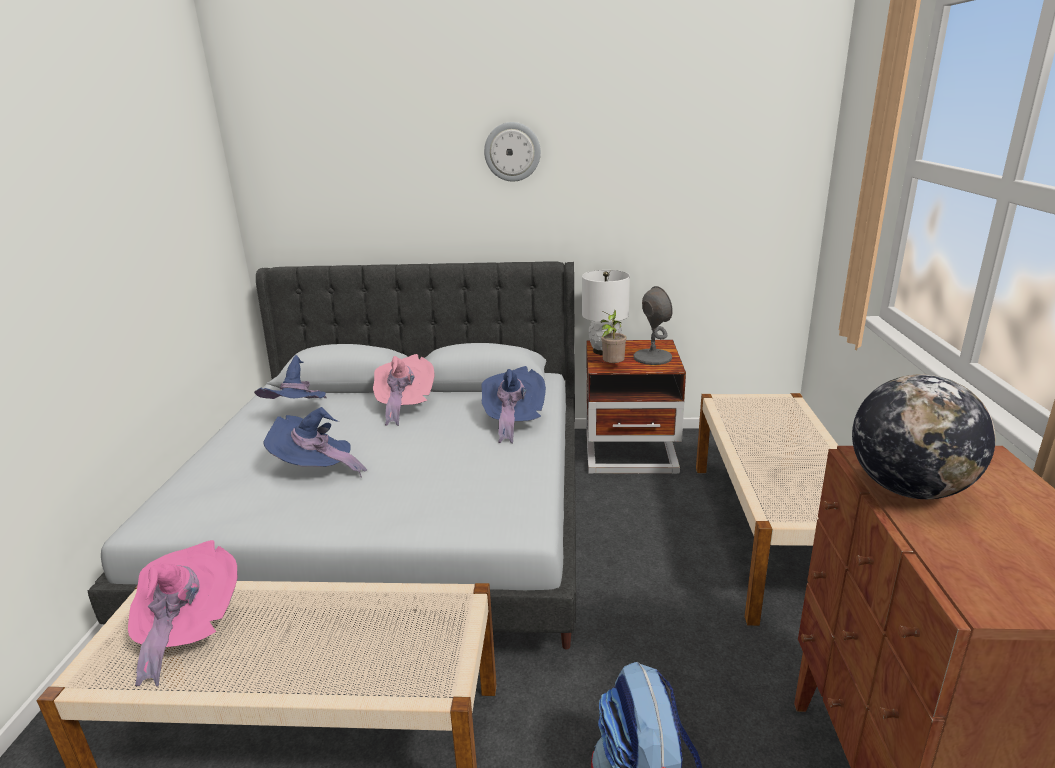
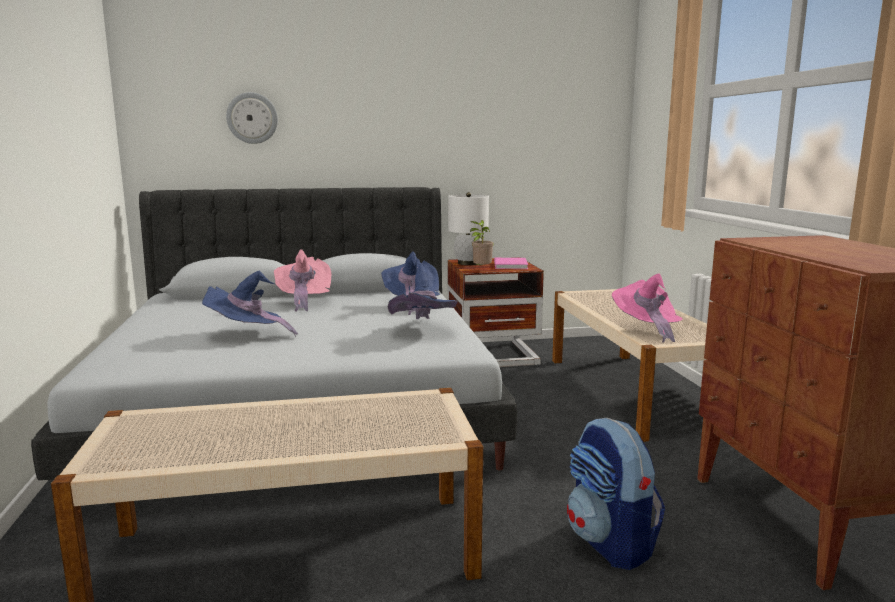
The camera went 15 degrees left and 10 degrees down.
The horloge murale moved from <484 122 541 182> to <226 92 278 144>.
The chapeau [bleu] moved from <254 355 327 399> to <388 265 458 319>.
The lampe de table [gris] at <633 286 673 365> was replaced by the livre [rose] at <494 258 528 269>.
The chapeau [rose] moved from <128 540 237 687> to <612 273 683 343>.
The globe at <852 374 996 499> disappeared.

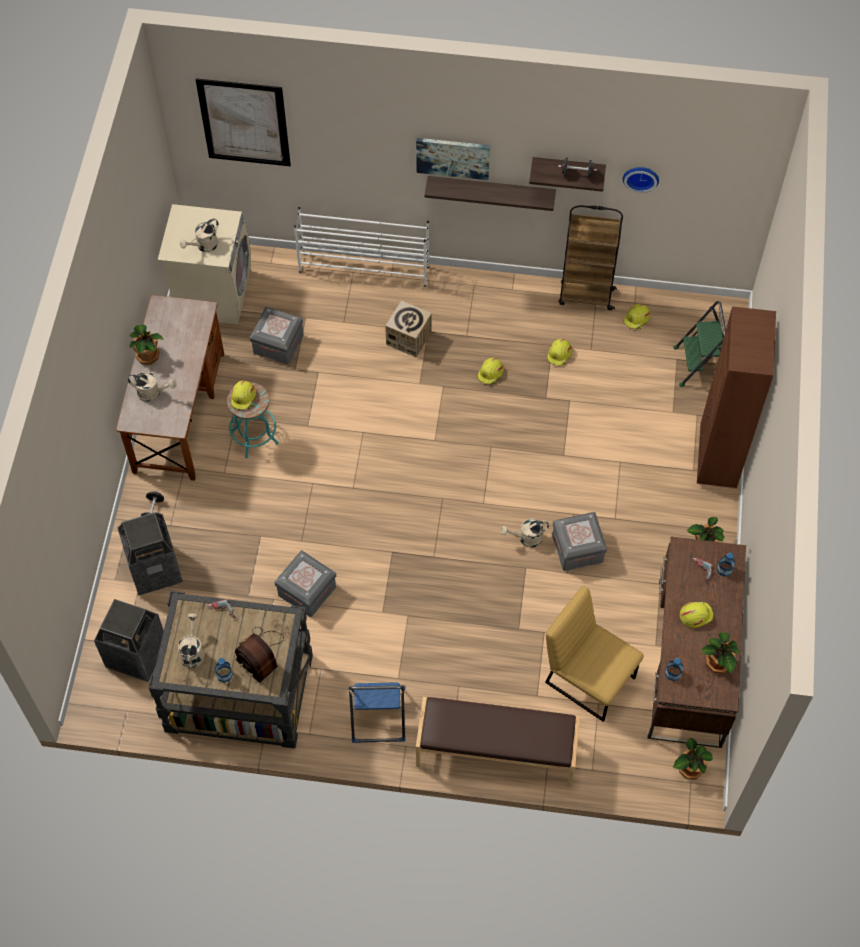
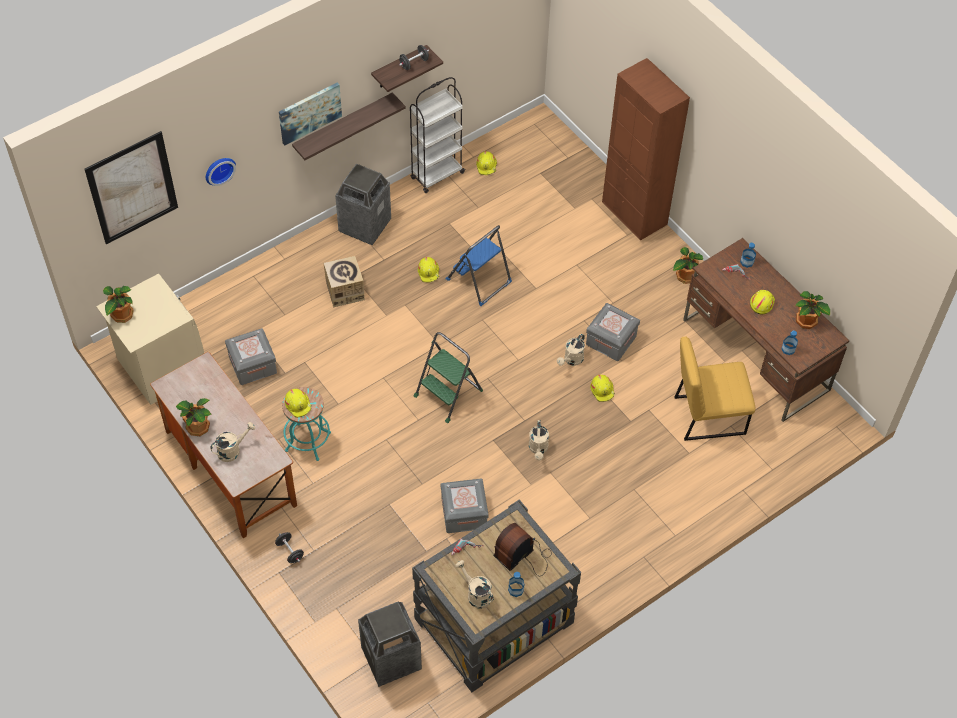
The camera went 45 degrees left and 5 degrees down.
The plante en pot moved from <673 738 713 779> to <103 286 134 323>.
The horloge murale moved from <623 167 659 193> to <206 158 236 186>.
The poubelle moved from <117 512 183 595> to <335 164 391 245>.
The chariot [marron] at <558 206 623 311> became the chariot [blanc] at <409 77 466 193>.
The escabeau [vert] moved from <673 301 726 387> to <413 332 483 423>.
The escabeau [bleu] moved from <348 683 406 743> to <445 225 512 306>.
The radio at <235 627 284 683> turned 135 degrees clockwise.
The arrosoir [beige] moved from <180 218 218 252> to <529 420 549 460>.
The casque de chantier [jaune] moved from <547 339 572 365> to <591 375 615 402>.
The étagère à chaussures [blanc] at <294 207 429 286> disappeared.
The banc [marron] at <416 697 580 787> disappeared.

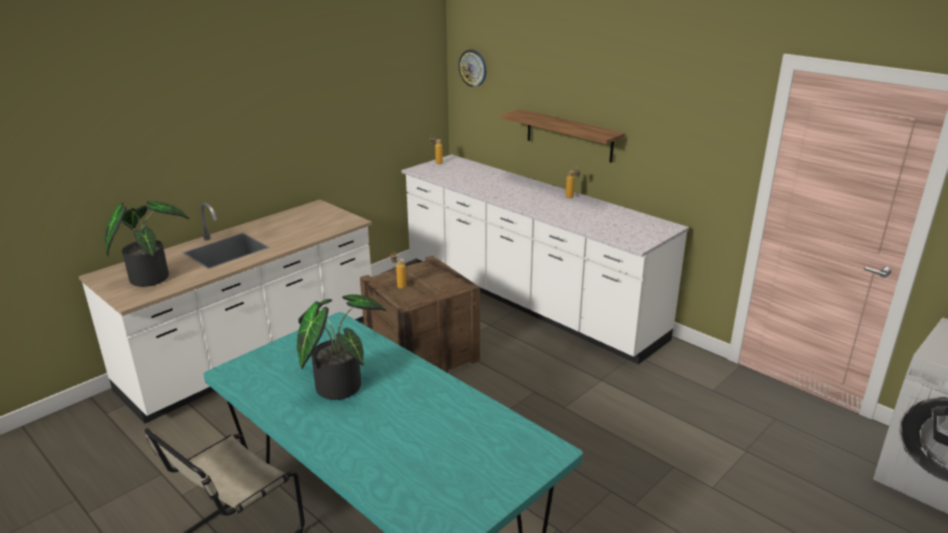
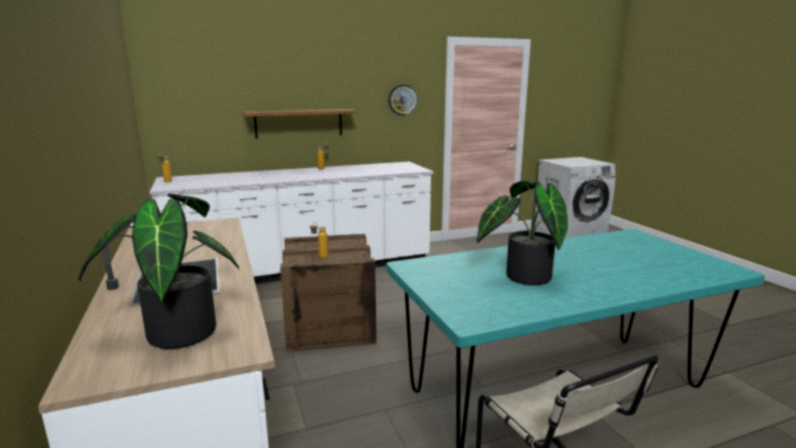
The camera went 65 degrees left and 10 degrees down.
The horloge murale moved from <458 49 487 87> to <388 84 417 116>.

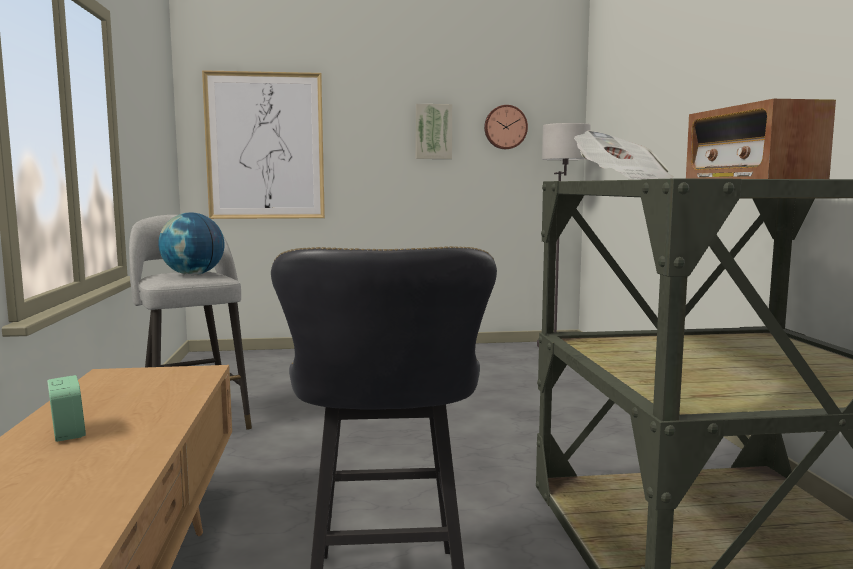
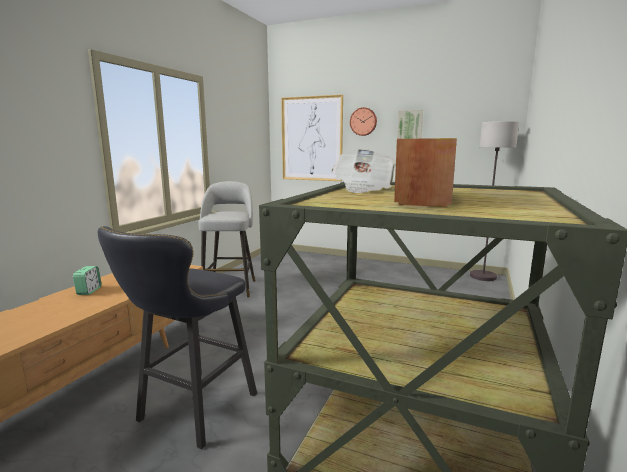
The camera went 30 degrees right and 5 degrees up.
The horloge murale moved from <484 105 528 149> to <350 107 377 136>.
The globe at <159 212 225 275> disappeared.

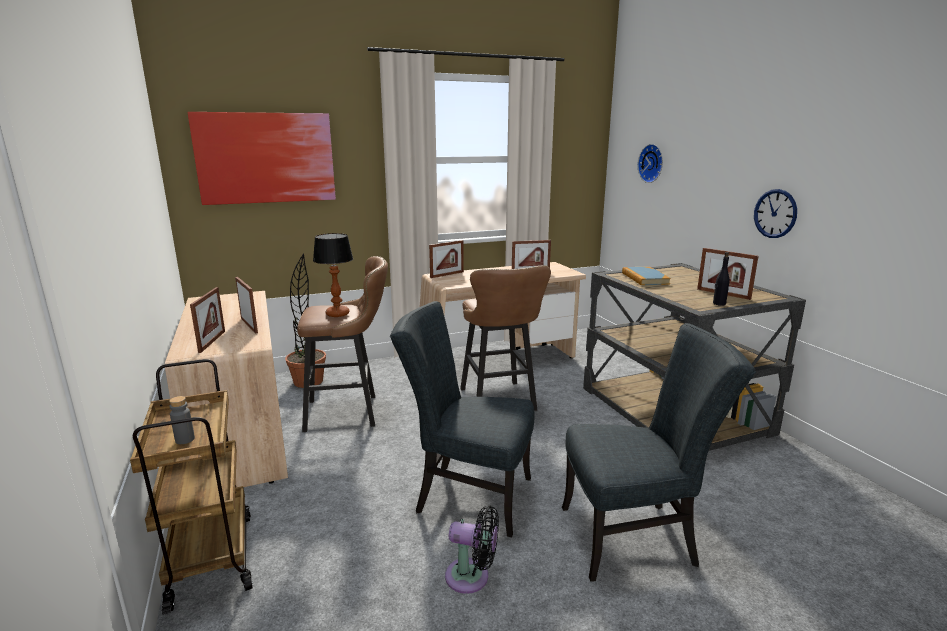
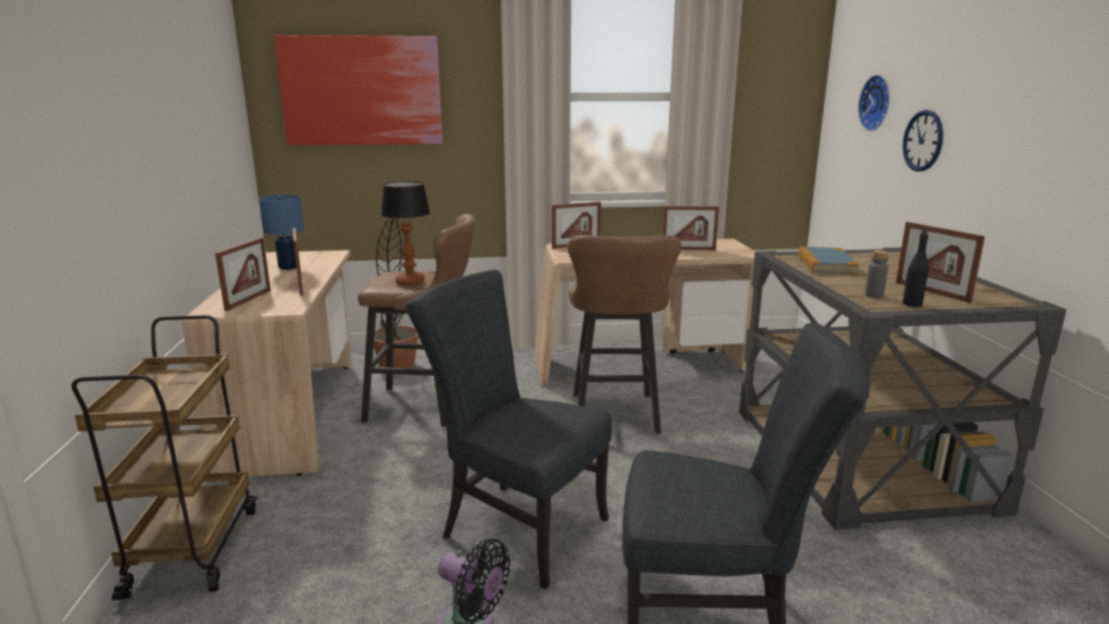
The camera went 15 degrees right and 0 degrees up.
The lampe de table [bleu] at <259 195 304 270> appeared.
The bouteille [gris] moved from <169 396 195 444> to <865 250 889 298>.
The horloge murale moved from <754 189 797 238> to <903 110 943 172>.

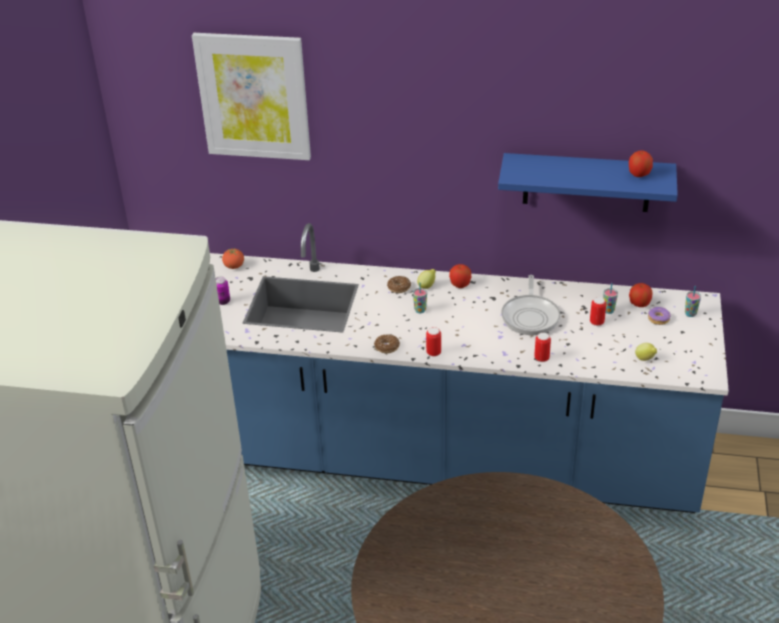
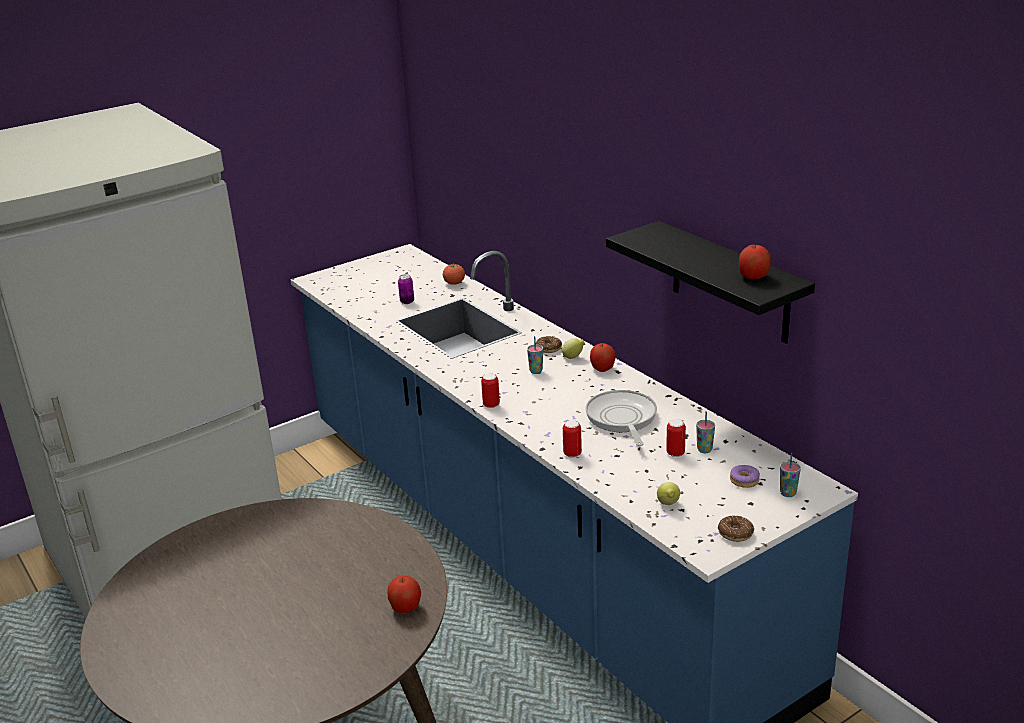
The camera went 45 degrees right and 10 degrees down.
The pomme moved from <629 283 653 307> to <388 576 421 613>.
The poêle at <501 275 560 335> turned 120 degrees clockwise.
The étagère [bleu] at <498 153 678 212> became the étagère [noir] at <606 221 815 344>.
The beignet moved from <374 334 400 353> to <718 516 754 542>.
The tableau at <192 33 311 160> disappeared.

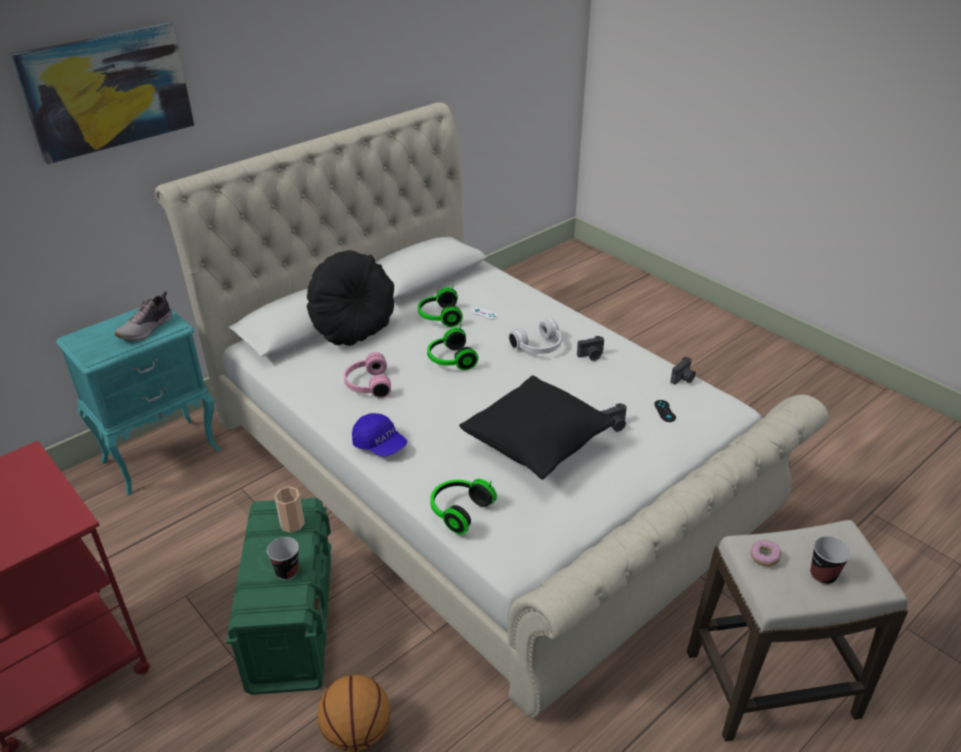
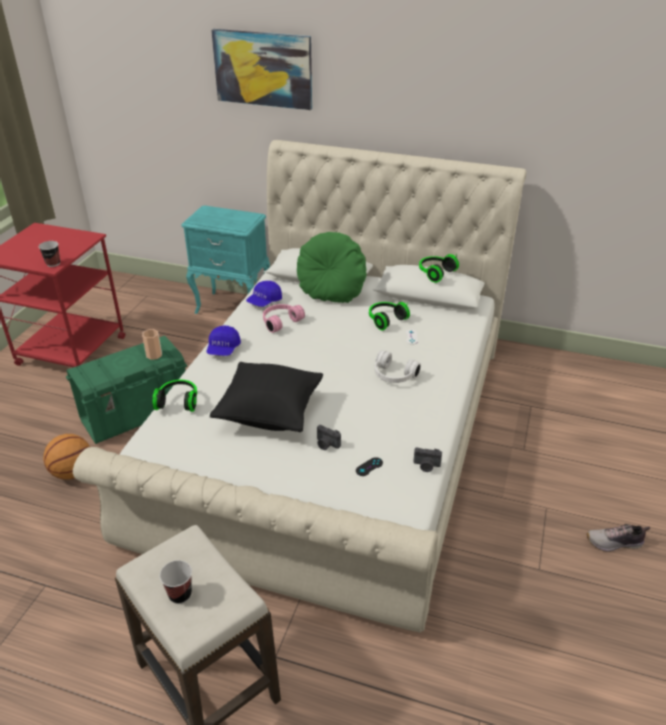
The camera went 60 degrees right and 0 degrees up.
The tasse moved from <267 537 299 580> to <39 241 60 267>.
The casquette [bleu] at <246 281 282 307> appeared.
The coussin [noir] at <307 250 394 346> became the coussin [vert] at <297 232 367 303>.
The casque audio moved from <427 324 478 370> to <419 254 459 283>.
The chaussure moved from <115 291 173 341> to <587 524 650 552>.
The appareil photo at <577 336 604 361> disappeared.
The beignet at <750 540 781 566> disappeared.

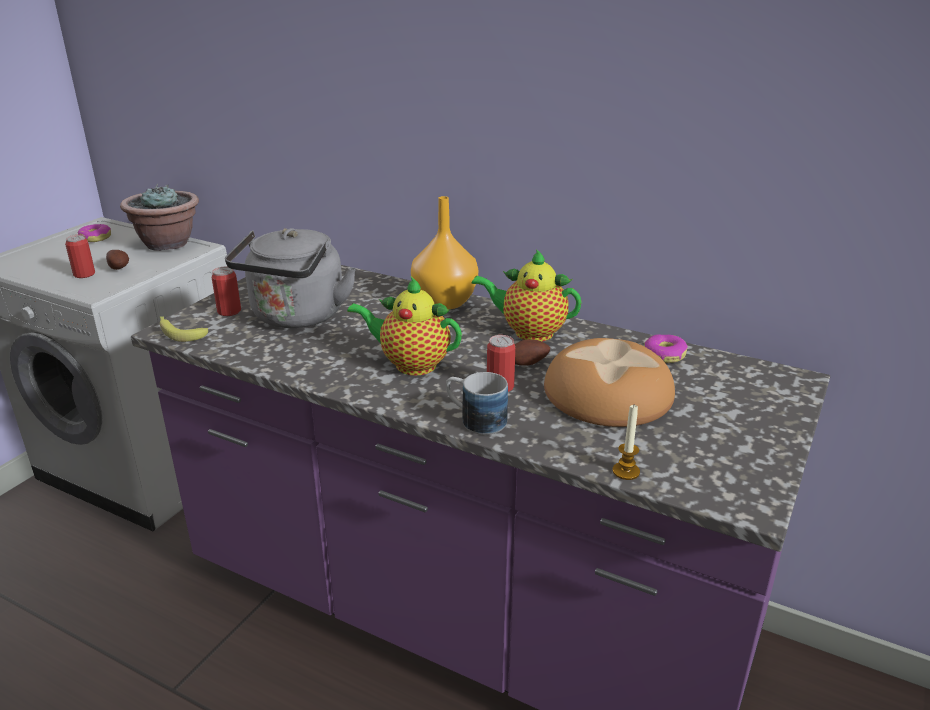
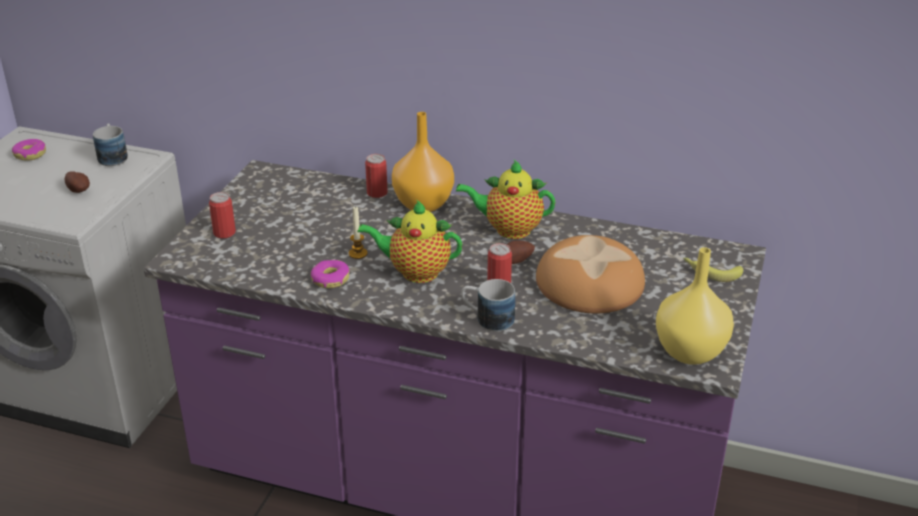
The camera went 10 degrees left and 5 degrees up.
The plante en pot at <120 184 199 251> was replaced by the mug at <93 123 128 166>.
The beignet moved from <644 334 688 363> to <311 260 350 288>.
The bougie moved from <612 405 640 480> to <349 207 368 259>.
The boîte métallique moved from <65 235 95 278> to <365 154 388 198>.
The vase [jaune] at <656 247 734 365> appeared.
The banane moved from <160 316 208 342> to <683 258 743 282>.
The bouilloire [gris] at <225 228 356 328> disappeared.

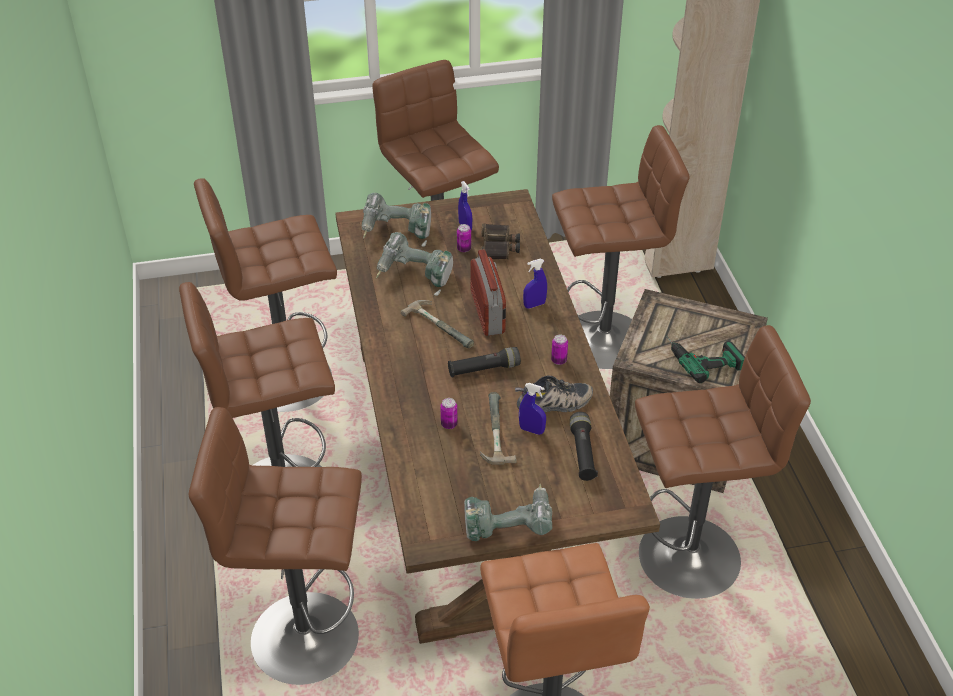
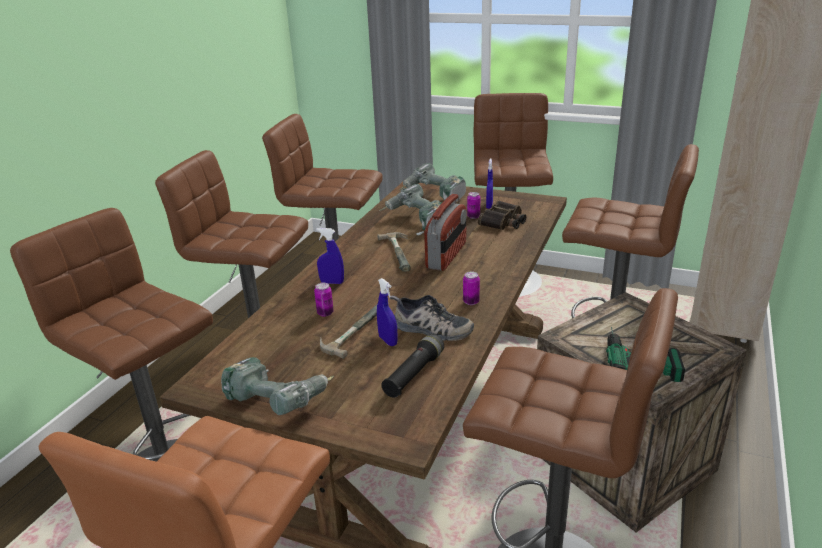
The camera went 35 degrees right and 15 degrees down.
The vaporisateur [bleu] moved from <523 259 547 309> to <316 228 344 284>.
The lampe de poche [noir] at <448 347 521 378> disappeared.

